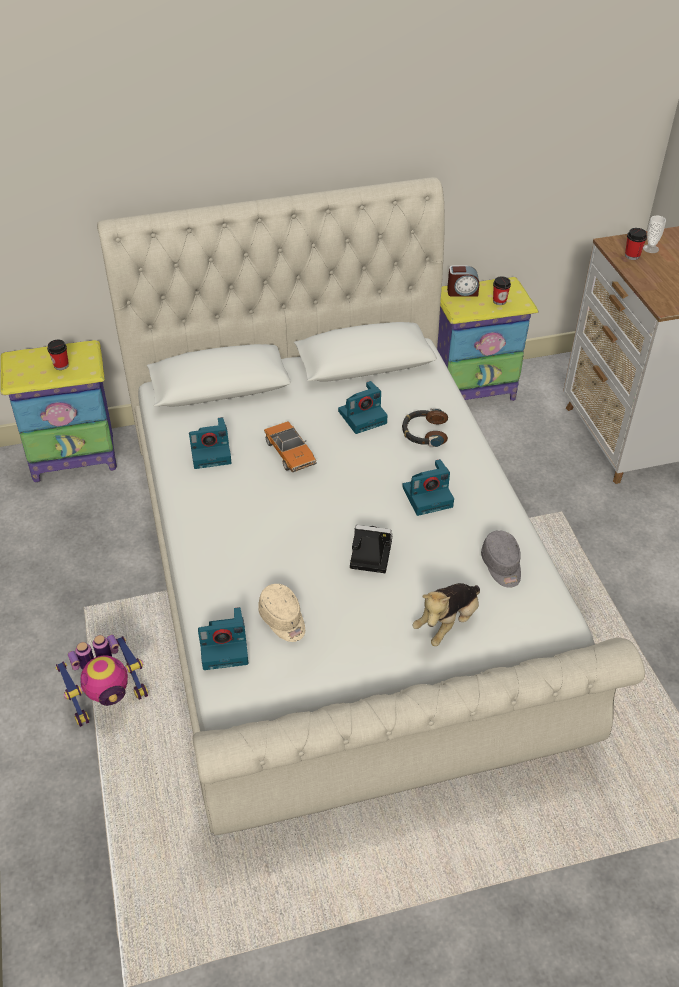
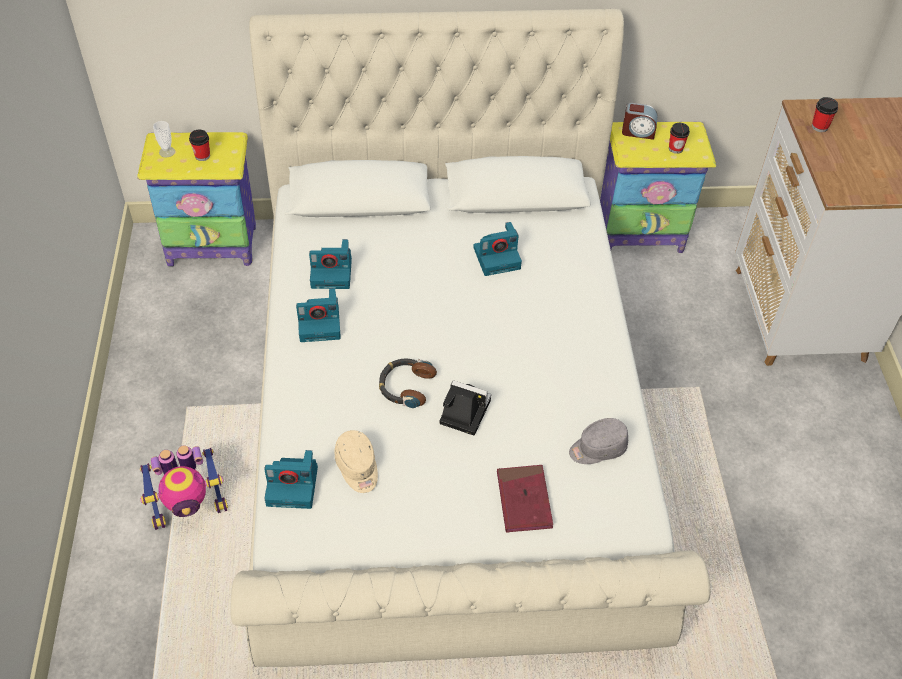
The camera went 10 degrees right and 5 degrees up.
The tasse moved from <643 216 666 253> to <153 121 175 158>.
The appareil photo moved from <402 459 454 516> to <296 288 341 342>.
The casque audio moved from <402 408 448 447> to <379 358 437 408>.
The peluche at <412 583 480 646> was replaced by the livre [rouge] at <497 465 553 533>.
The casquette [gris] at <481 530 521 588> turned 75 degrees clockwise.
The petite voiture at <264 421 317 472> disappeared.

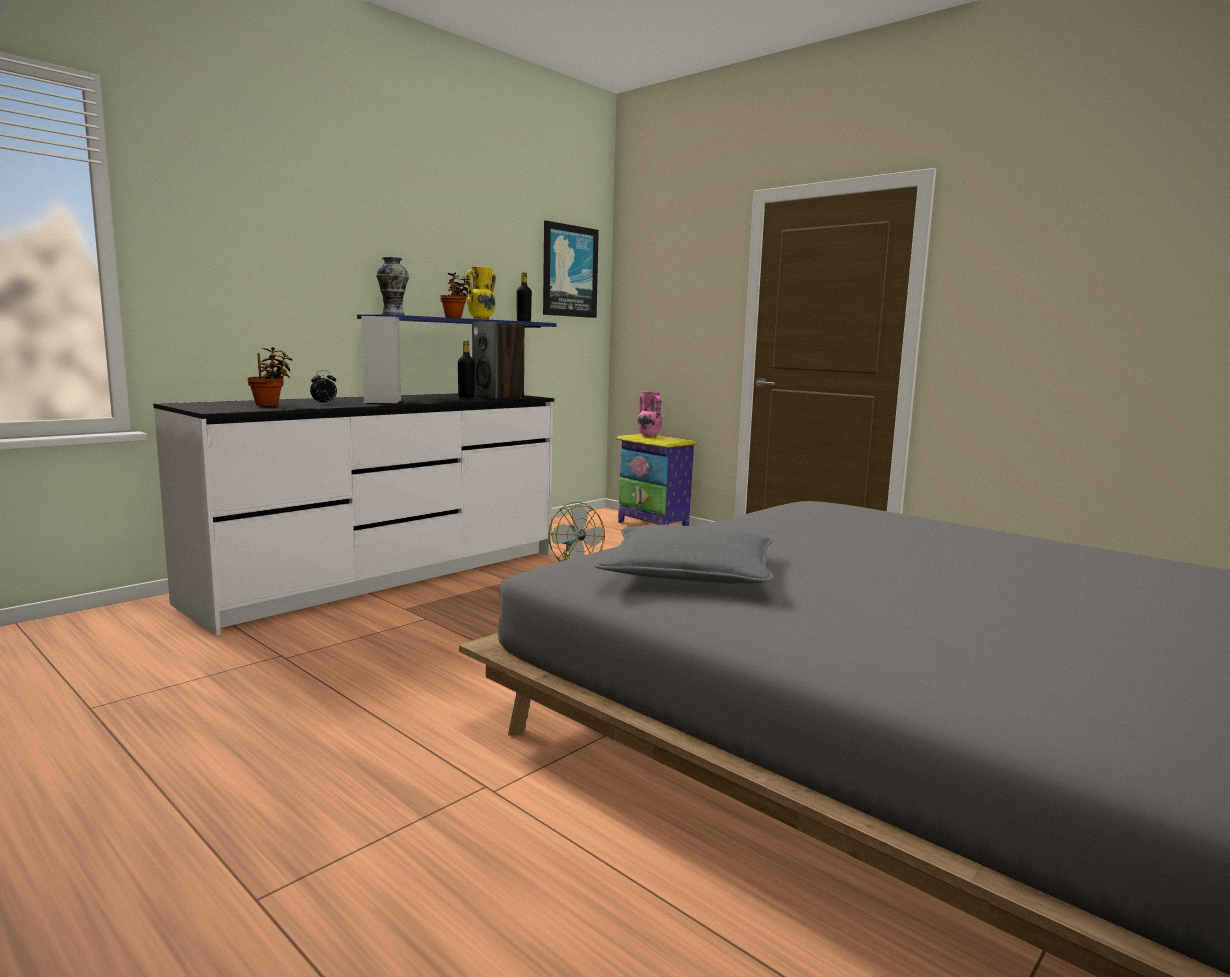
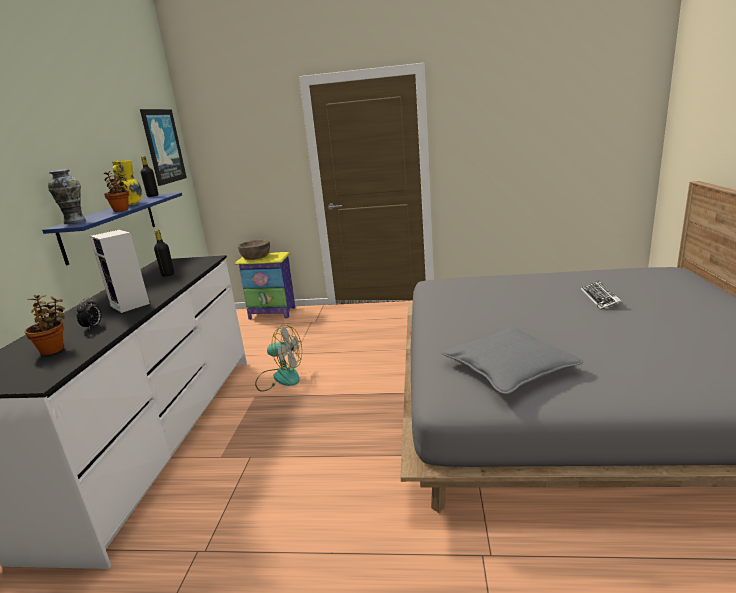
The camera went 35 degrees left and 10 degrees up.
The vase [rose] at <637 391 662 437> was replaced by the bol [marron] at <238 239 270 260>.
The clavier at <581 281 622 310> appeared.
The enceinte at <472 322 525 399> disappeared.

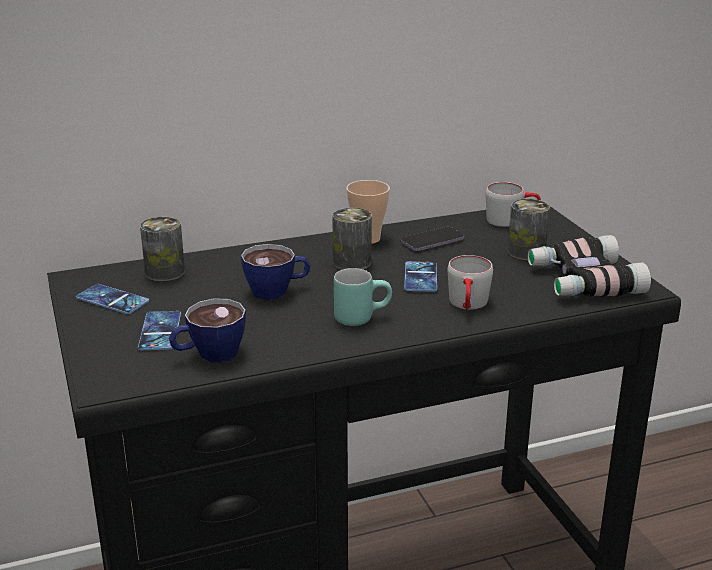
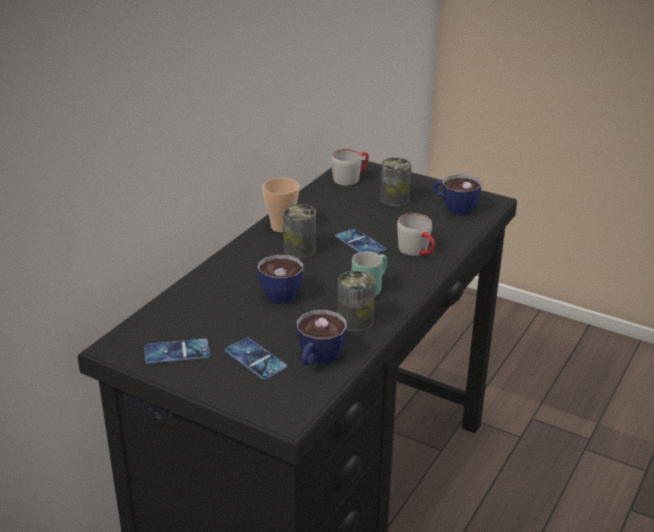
The camera went 40 degrees left and 5 degrees up.
The boîte métallique moved from <140 217 185 282> to <337 270 375 332>.
The jumelles at <528 235 651 297> was replaced by the tasse at <434 174 482 215>.
The téléphone at <401 227 465 251> disappeared.

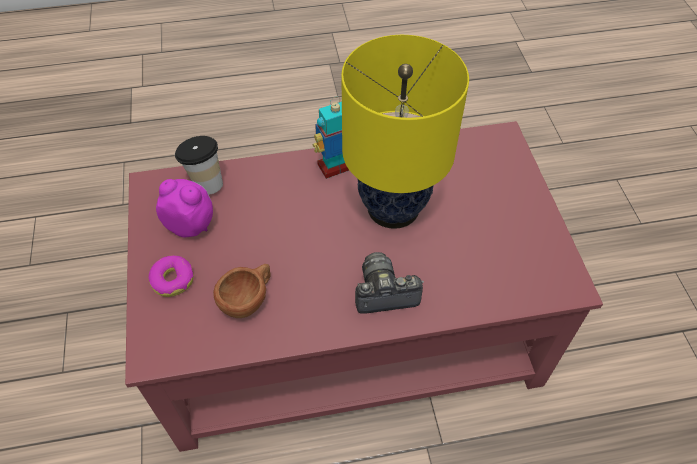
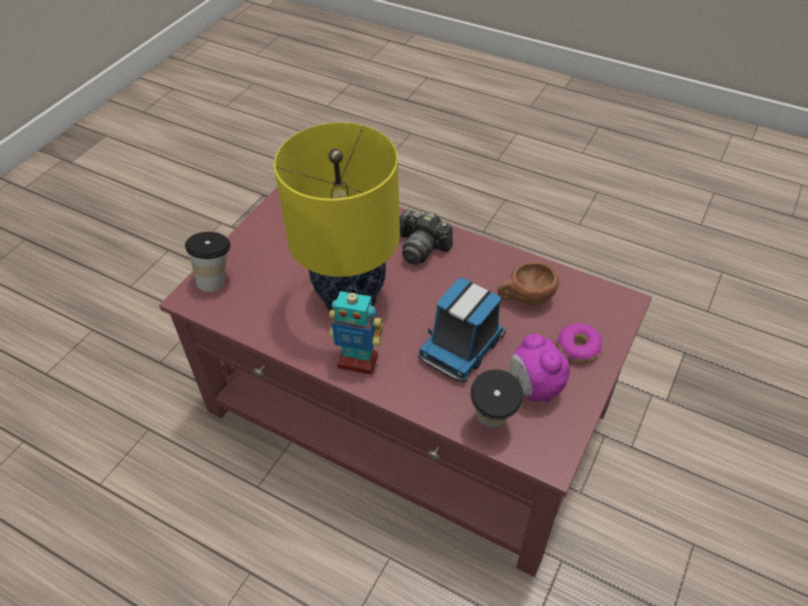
The camera went 140 degrees left and 5 degrees down.
The tasse at <185 232 230 292> appeared.
The camion jouet at <418 278 506 382> appeared.

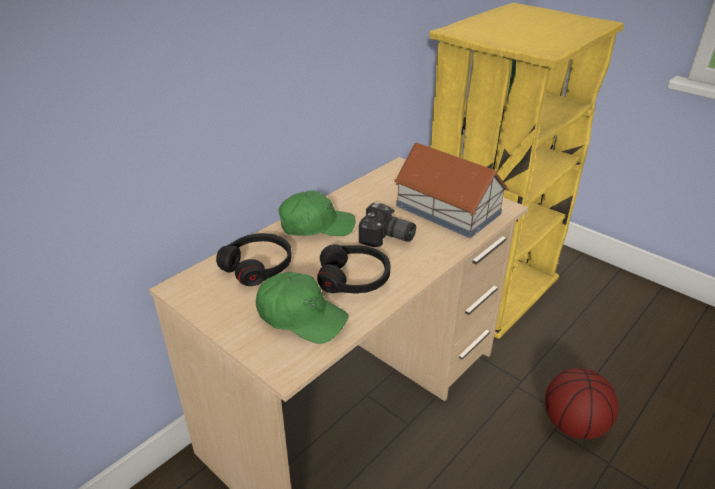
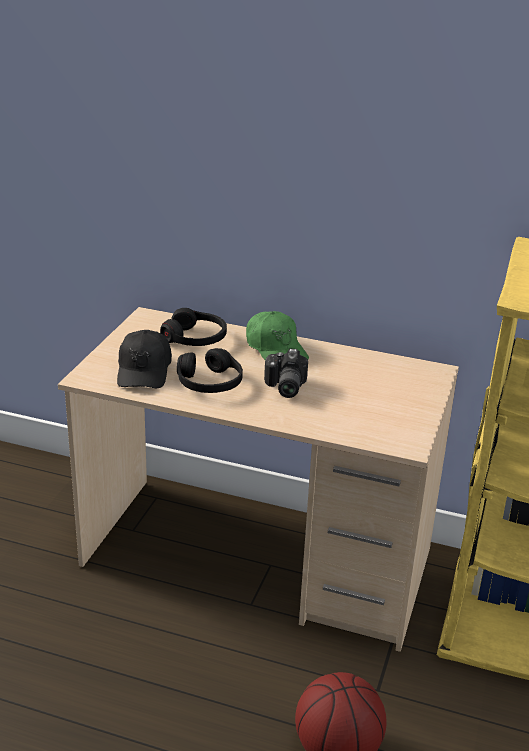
The camera went 65 degrees right and 5 degrees down.
The casquette [vert] at <256 272 349 344> became the casquette [noir] at <117 330 172 388>.
The maison miniature at <394 143 509 238> disappeared.

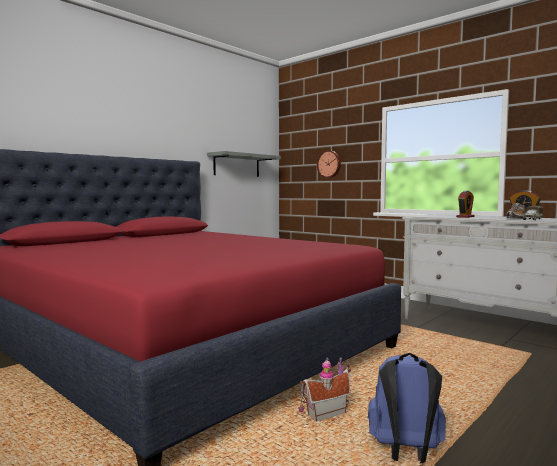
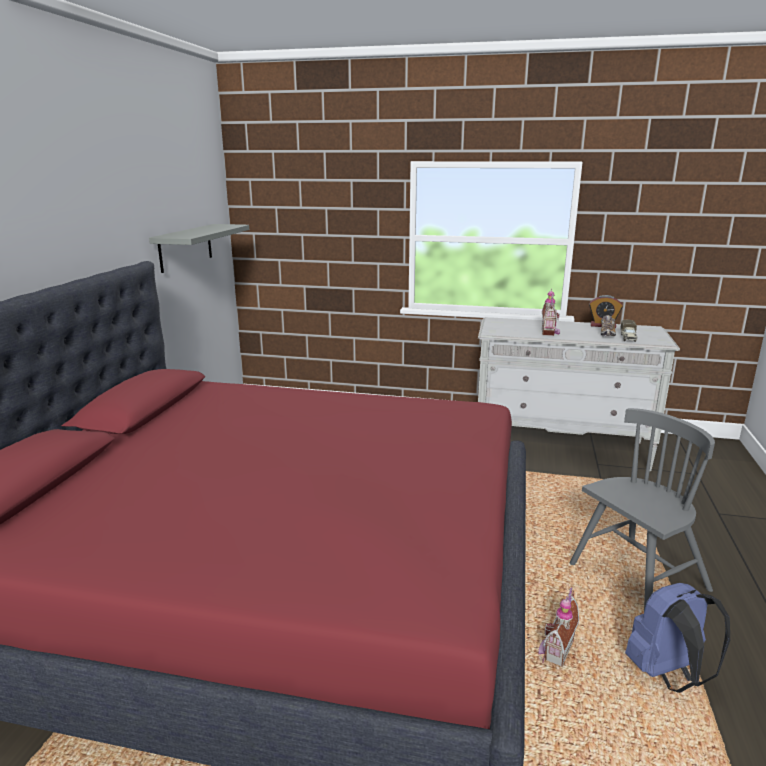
The camera went 30 degrees left and 15 degrees up.
The réveil at <456 191 475 218> was replaced by the maison miniature at <542 288 560 336>.
The chaise [gris] at <569 408 715 611> appeared.
The horloge murale at <317 150 341 178> disappeared.

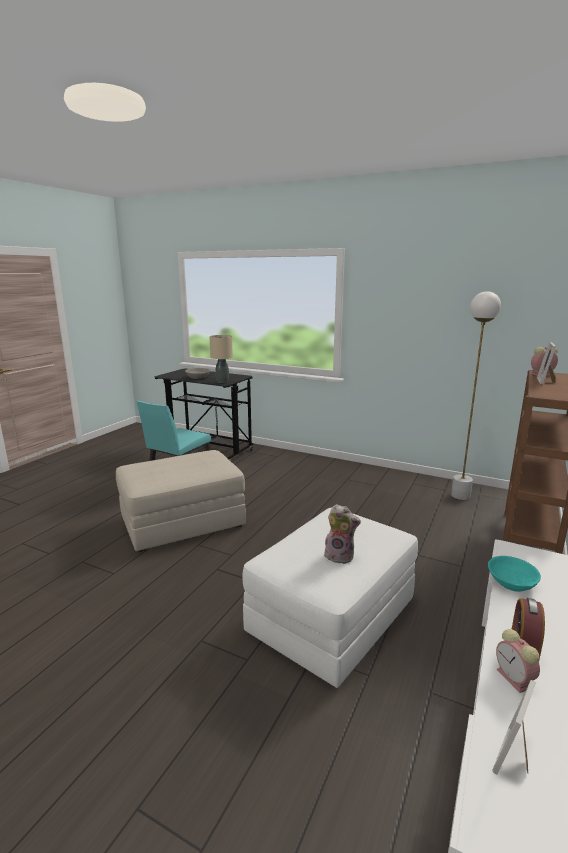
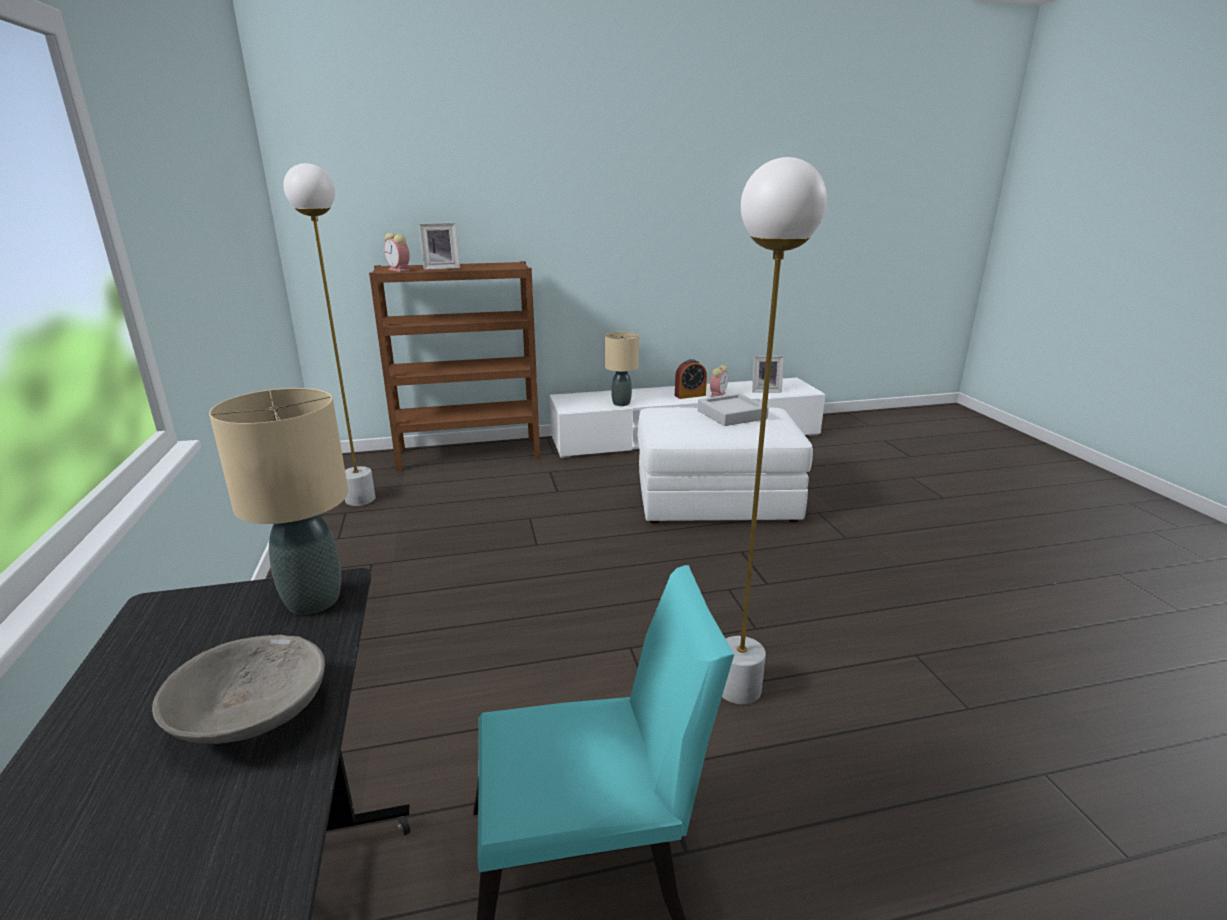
The camera went 130 degrees left and 5 degrees up.
The bol [turquoise] at <488 556 541 592> was replaced by the lampe de table [beige] at <605 332 639 406>.
The peluche at <324 504 361 564> was replaced by the plateau [gris] at <698 393 769 426>.
The pouf [beige] at <116 450 246 552> was replaced by the lampadaire [blanc] at <722 157 827 704>.

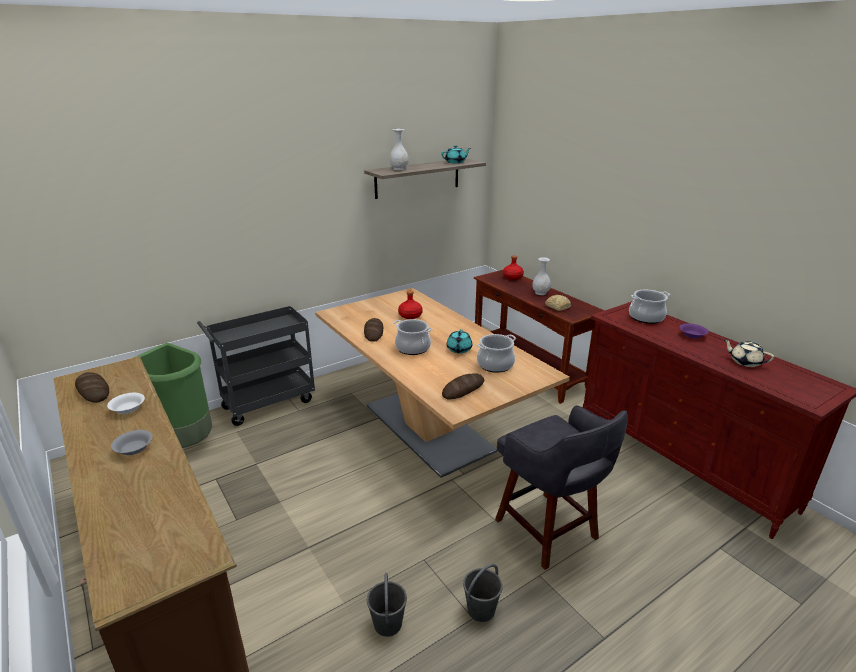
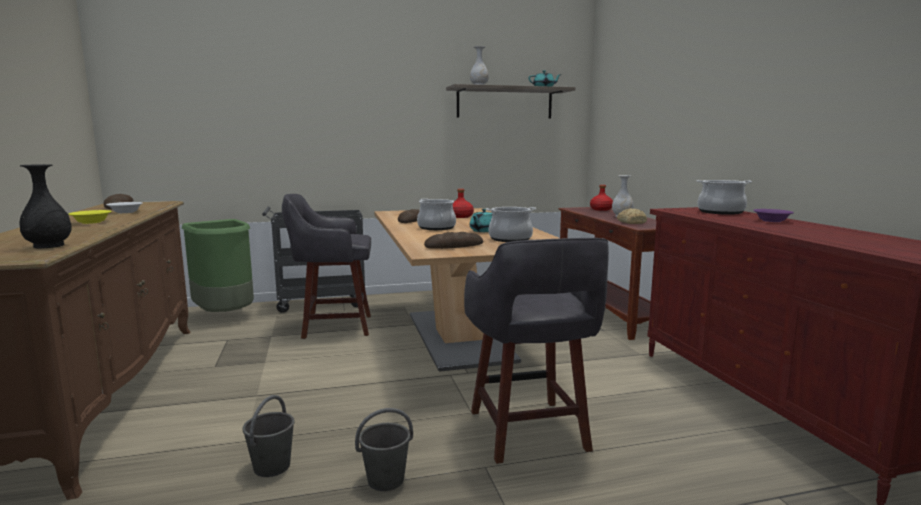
The camera went 20 degrees right and 15 degrees down.
The vase [noir] at <19 164 71 249> appeared.
The bol [gris] at <111 430 152 455> became the bol [jaune] at <69 210 112 224>.
The tabouret [gris] at <282 194 371 339> appeared.
The théière [beige] at <724 339 774 367> disappeared.

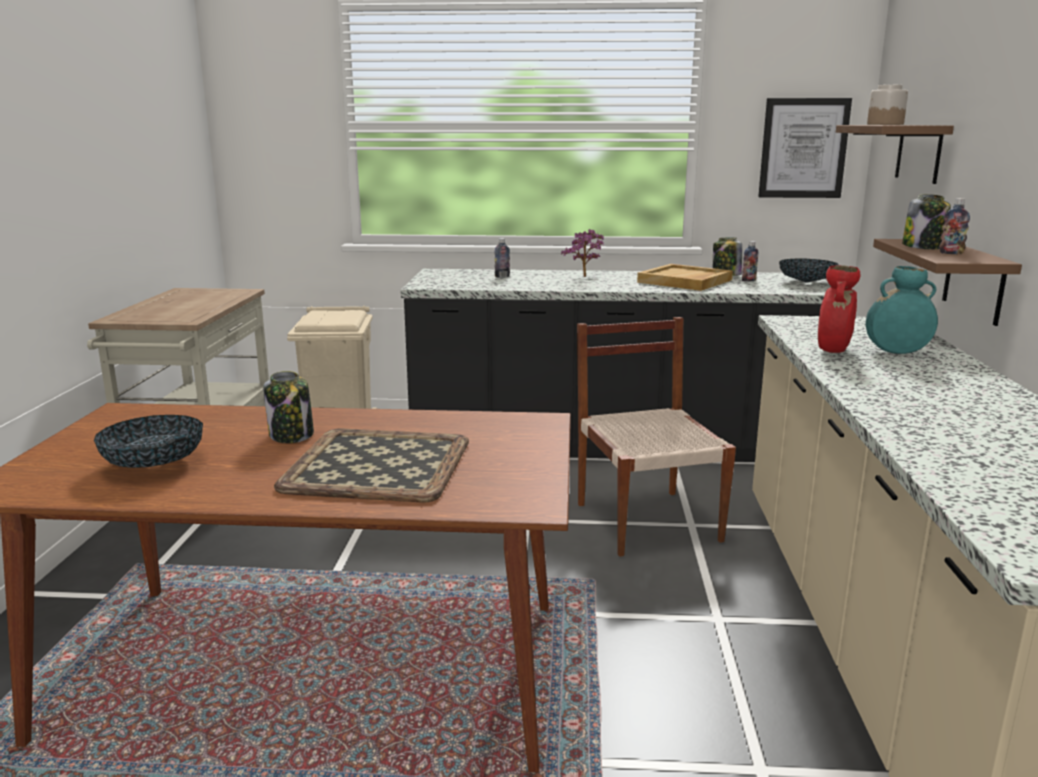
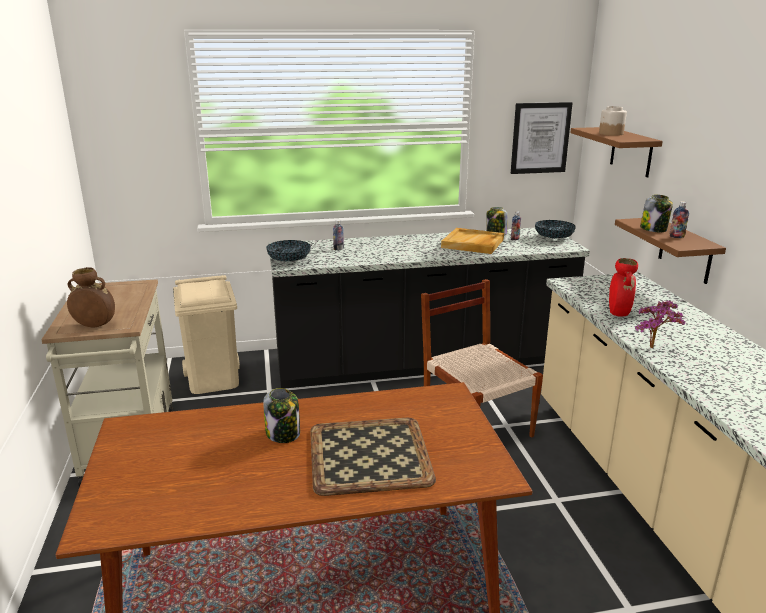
The camera went 15 degrees left and 5 degrees up.
The vase [marron] at <67 267 115 327> appeared.
The bol moved from <94 415 203 468> to <266 240 311 261>.
The plante en pot moved from <561 229 604 277> to <635 300 685 348>.
The vase [turquoise] at <866 266 938 354> disappeared.

